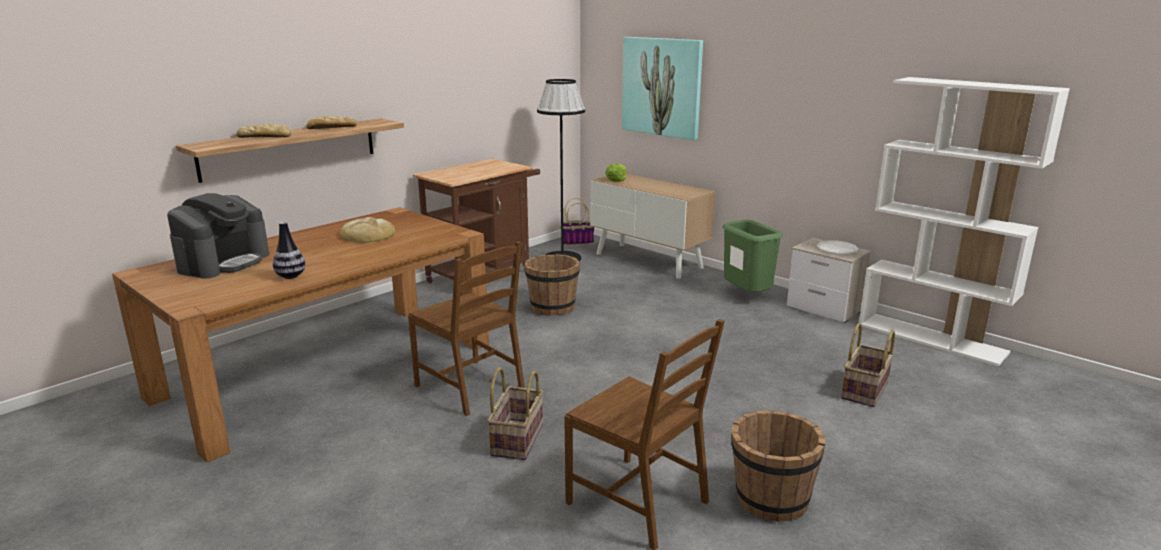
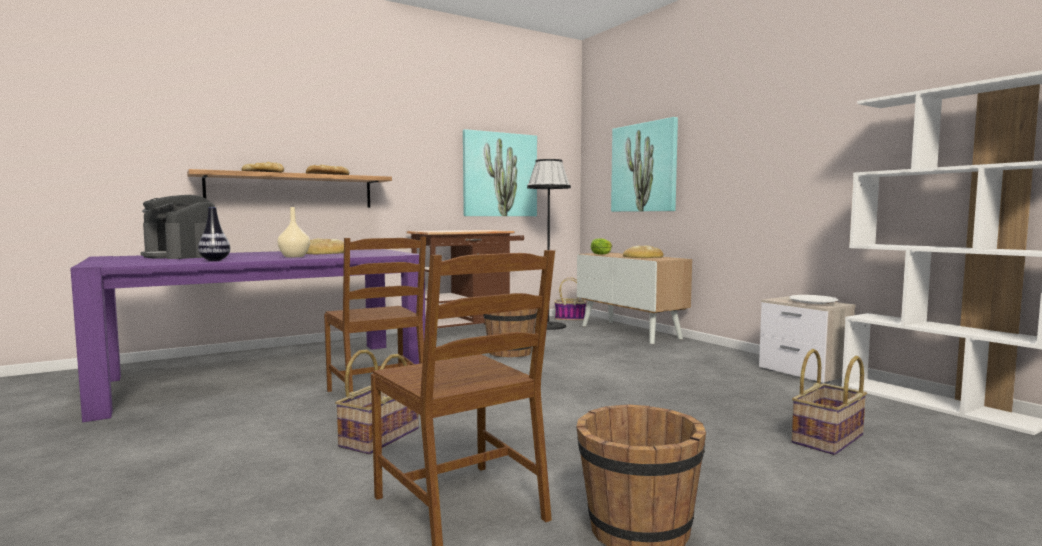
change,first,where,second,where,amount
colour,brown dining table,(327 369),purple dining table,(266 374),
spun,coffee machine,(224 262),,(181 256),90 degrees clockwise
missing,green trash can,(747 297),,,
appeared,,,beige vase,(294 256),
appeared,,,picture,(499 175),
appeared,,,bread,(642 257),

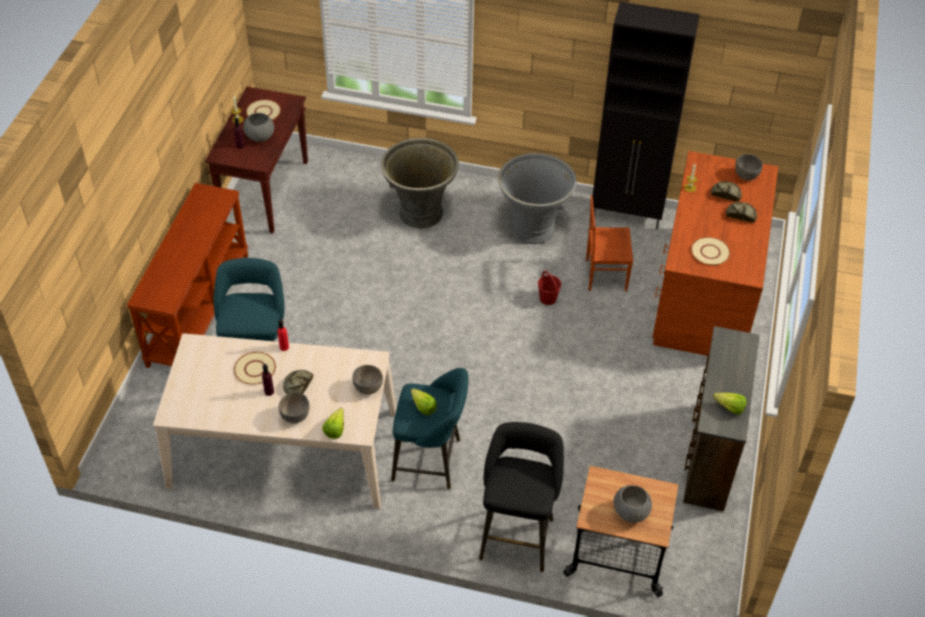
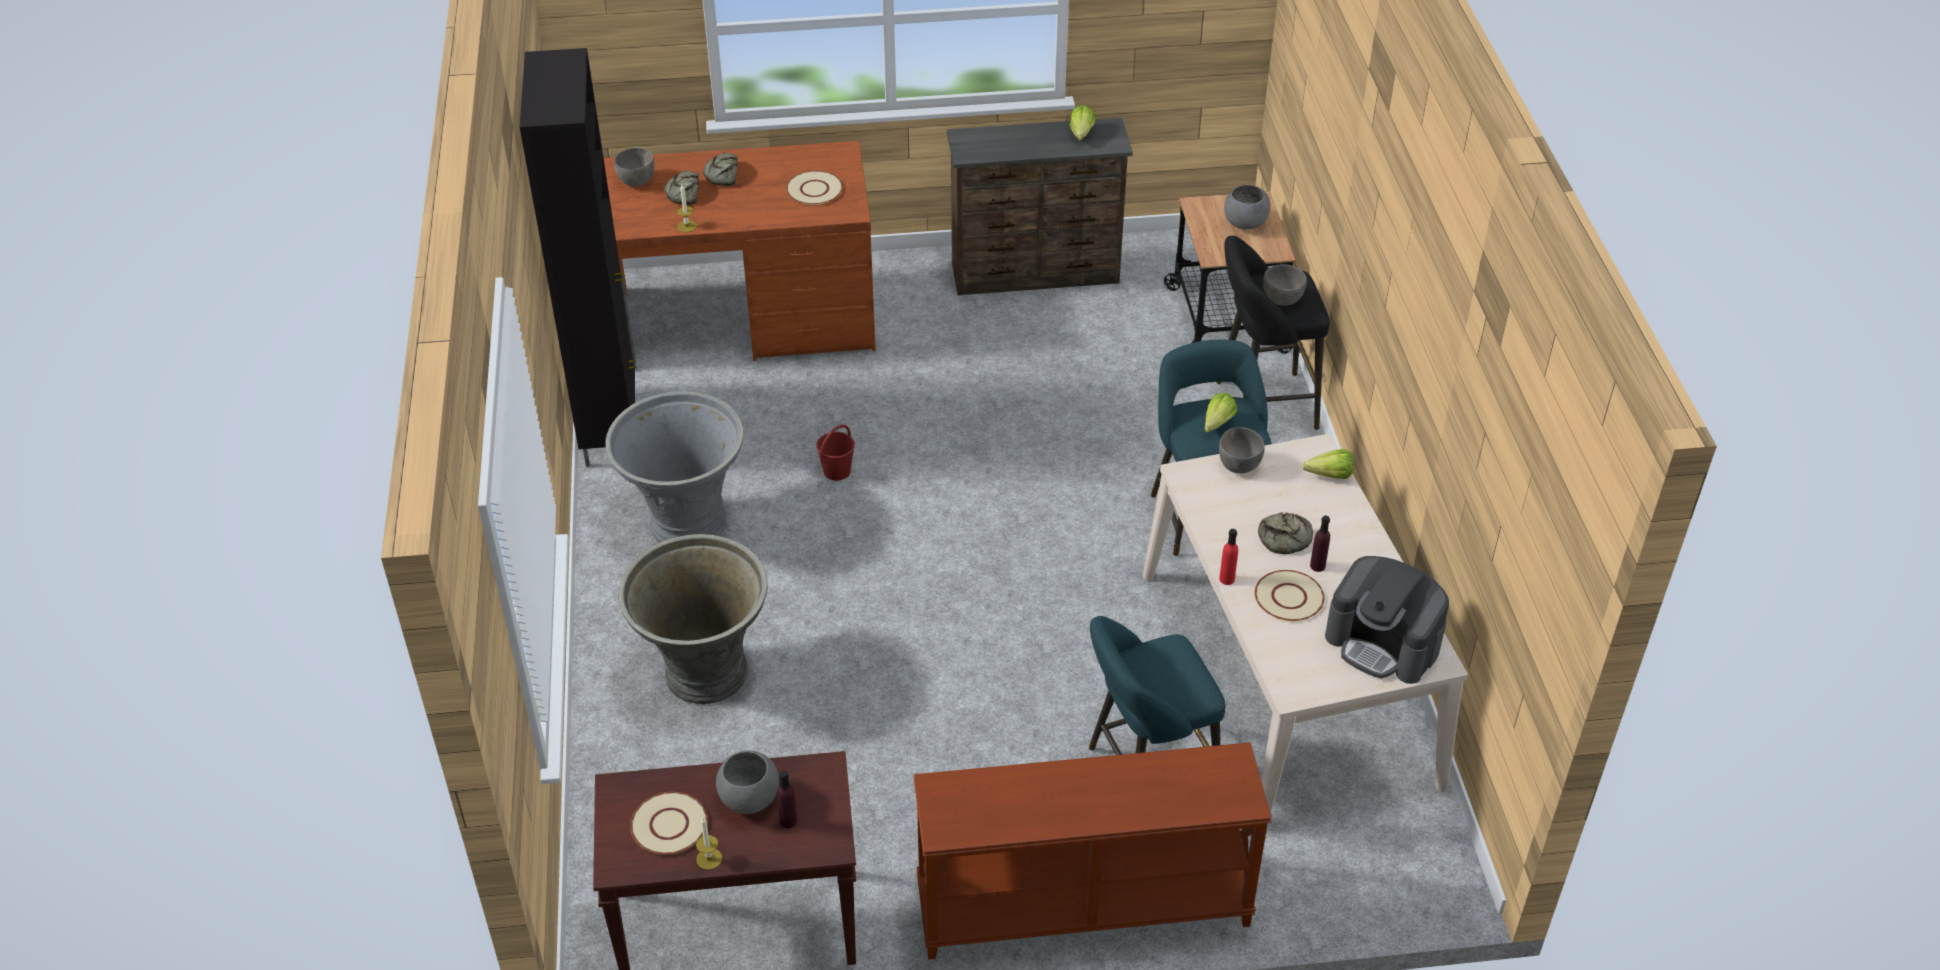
change,first,where,second,where,amount
relocated,grey bowl,(295 416),,(1282 299),
missing,brown chair,(605 274),,,
appeared,,,coffee machine,(1383 643),

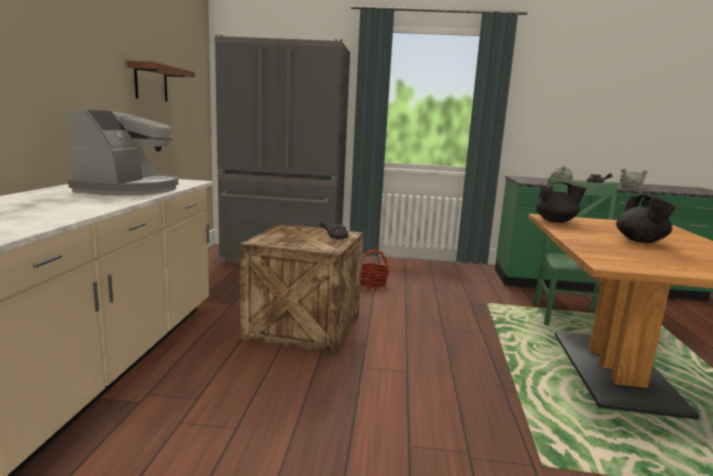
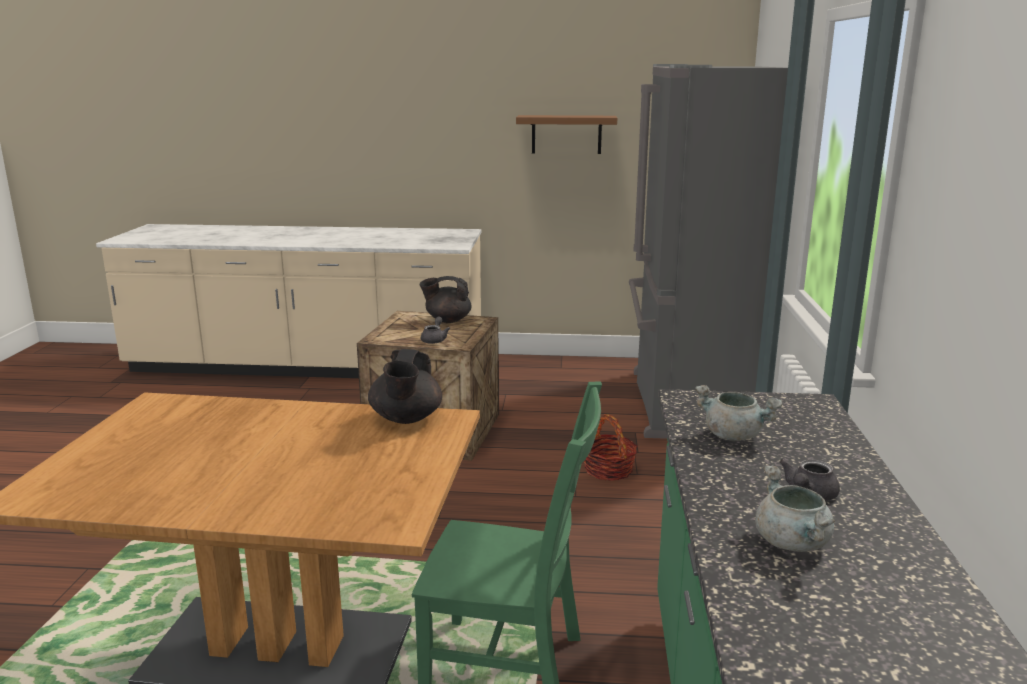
change,first,where,second,where,amount
missing,coffee machine,(129 189),,,
relocated,black teapot,(641 241),,(447 320),

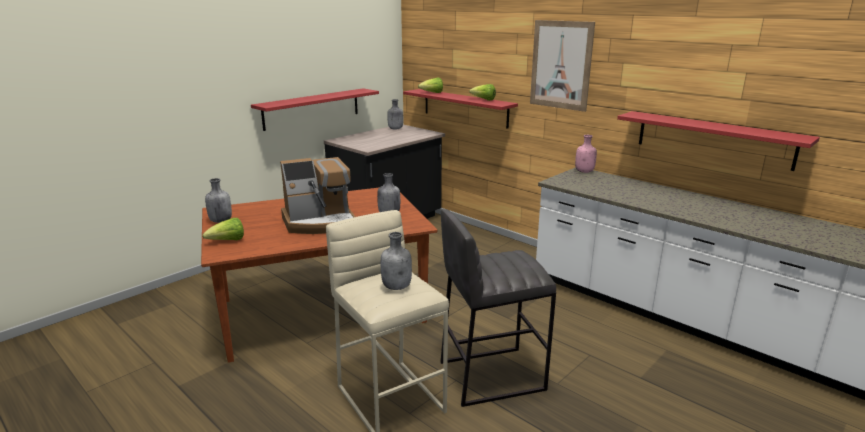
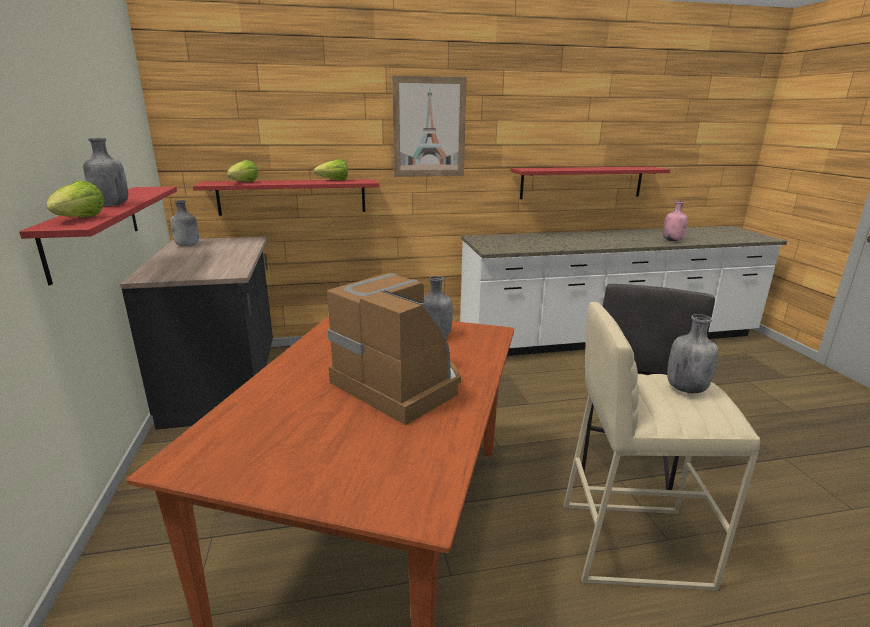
change,first,where,second,where,amount
relocated,lettuce,(228 241),,(79 219),
relocated,grey bottle,(220 221),,(111 205),
spun,coffee machine,(320 222),,(400 383),60 degrees counterclockwise
relocated,pink bottle,(584 172),,(672 240),

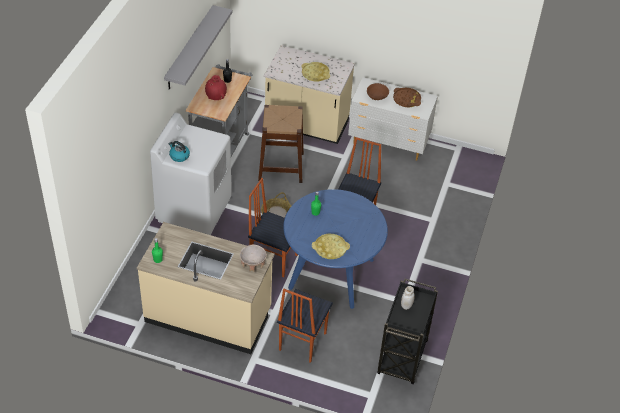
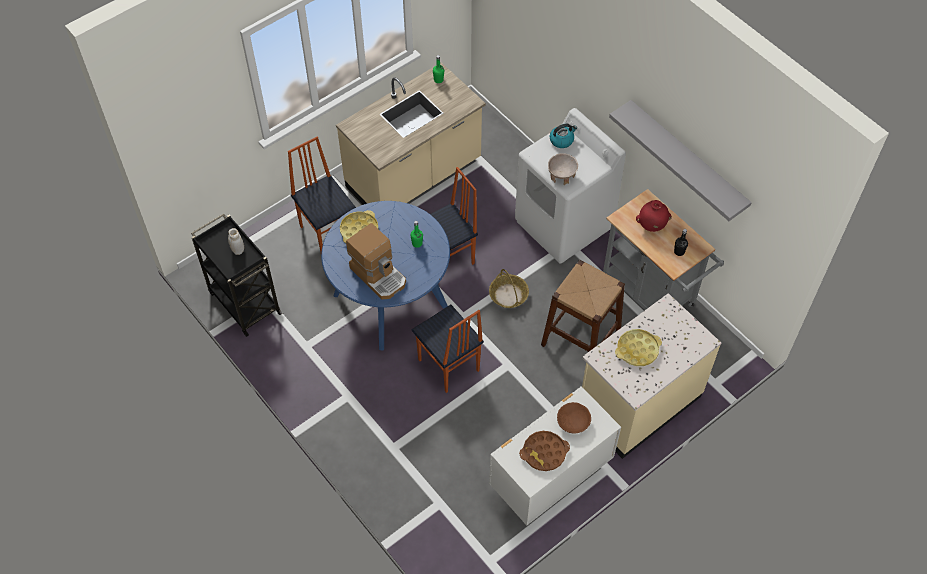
change,first,where,second,where,amount
relocated,beige bowl,(253 264),,(561 176),
appeared,,,coffee machine,(379 275),

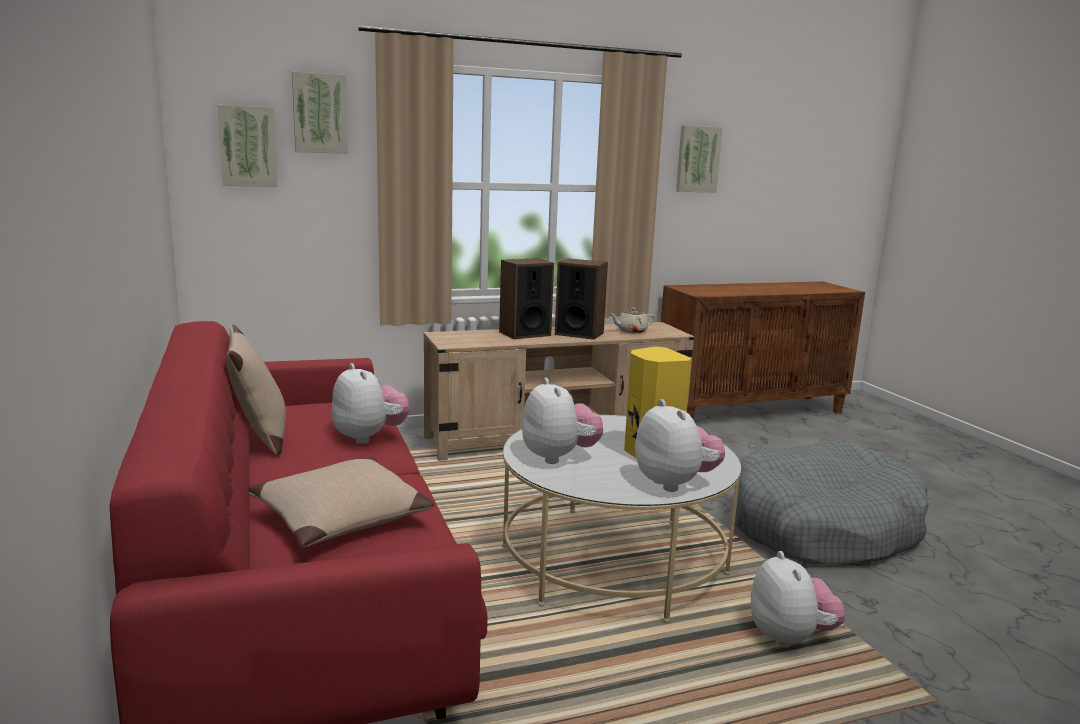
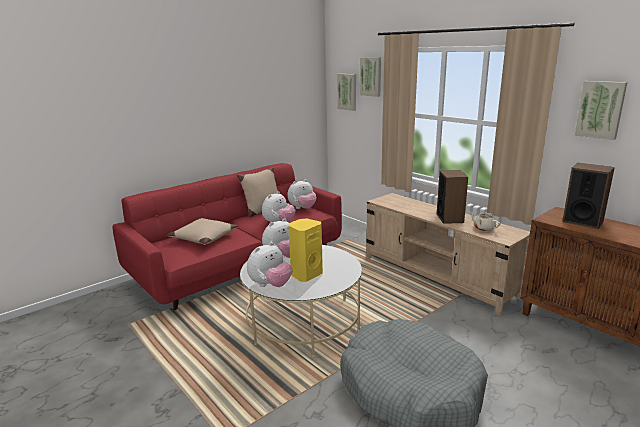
change,first,where,second,where,amount
relocated,speaker,(524 333),,(582 221),
relocated,plush toy,(790 637),,(302 208),

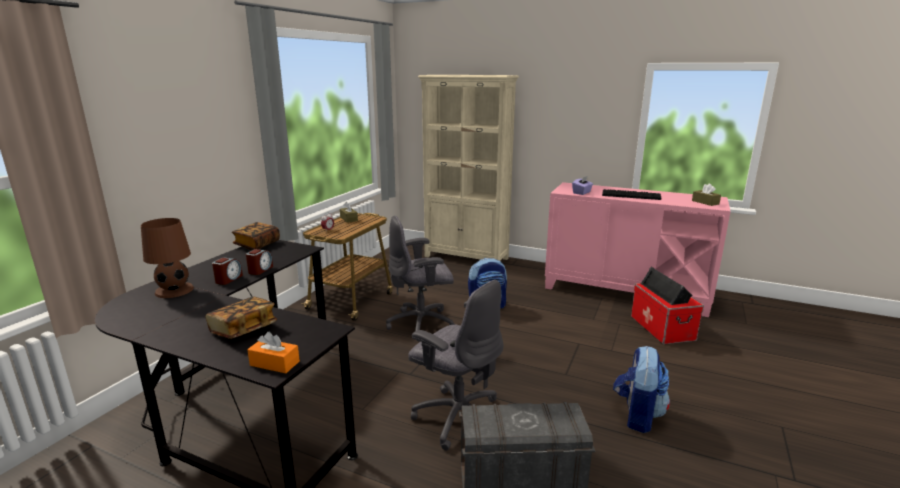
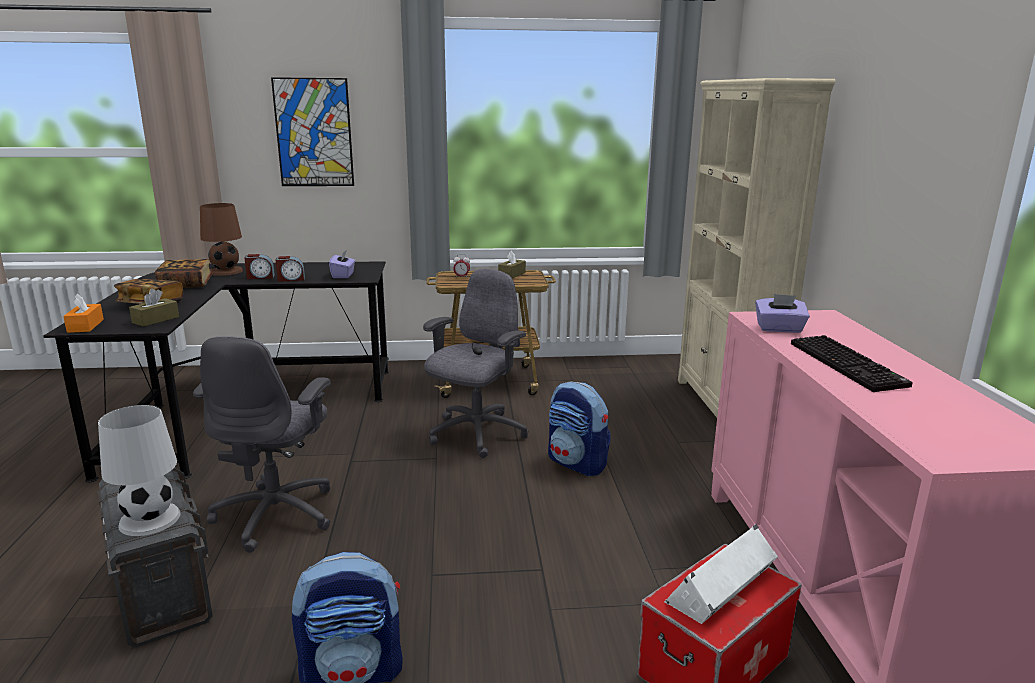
change,first,where,second,where,amount
relocated,book,(257 244),,(186 284),
spun,grey office chair,(422 324),,(476 434),75 degrees clockwise
colour,black speaker,(665 292),white speaker,(723 587),
relocated,brown tissue box,(705 202),,(155 320),
appeared,,,white table lamp,(150 519),
appeared,,,picture,(314 133),
appeared,,,purple tissue box,(343 275),

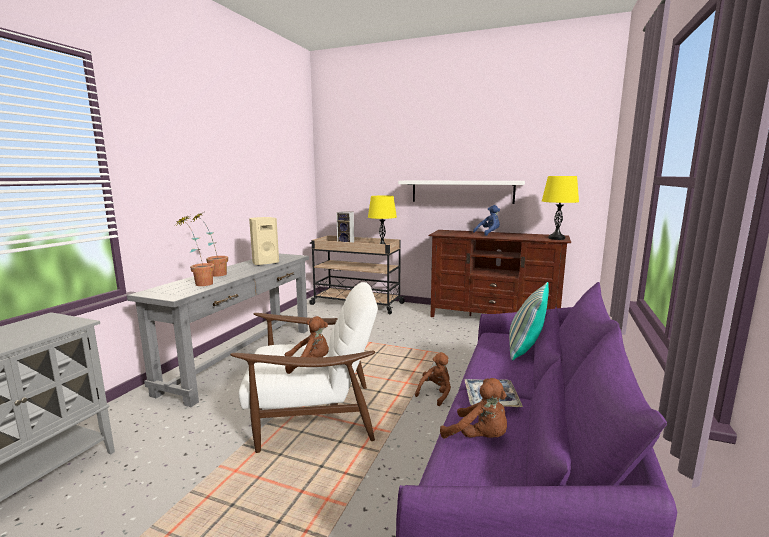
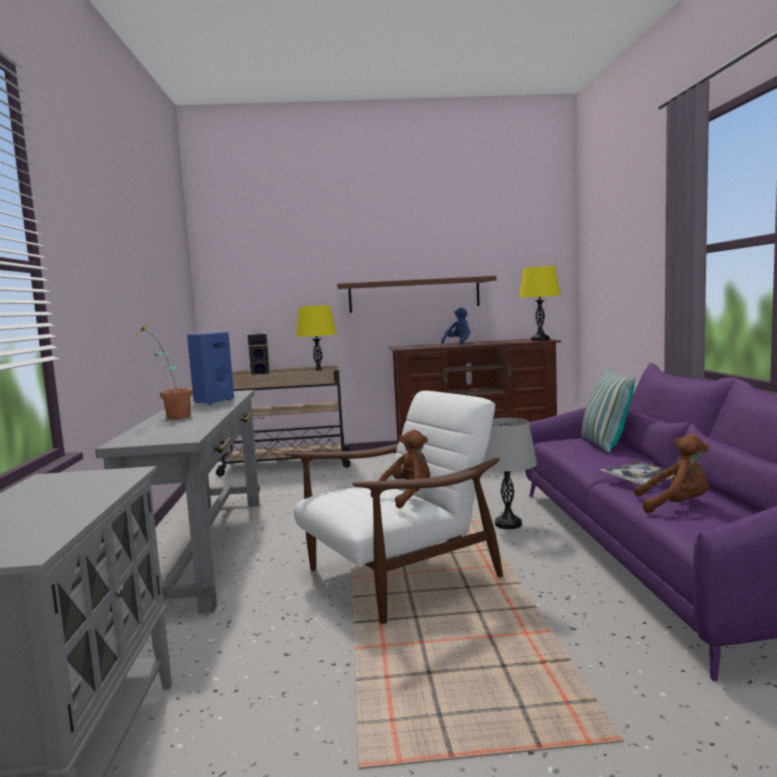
change,first,where,second,where,amount
missing,potted plant,(199 283),,,
colour,beige speaker,(265 263),blue speaker,(212 401),
colour,white shelf,(462 191),brown shelf,(414 295),
exchanged,brown plush toy,(435 393),grey table lamp,(508 524),

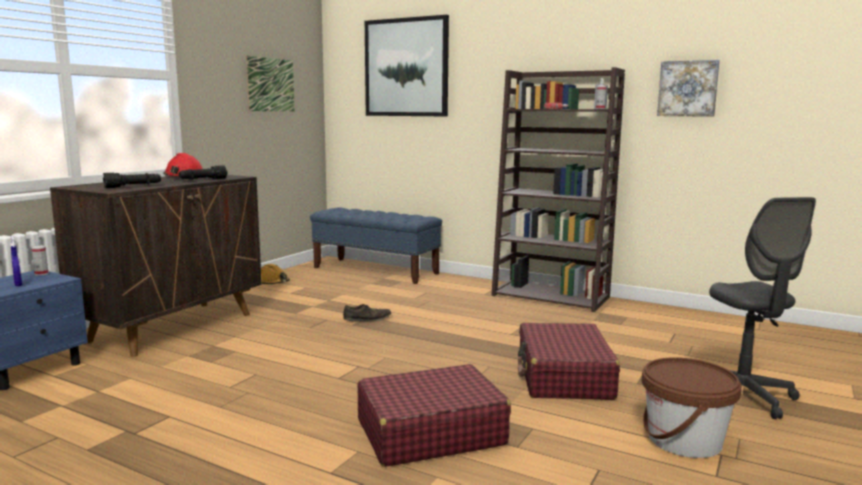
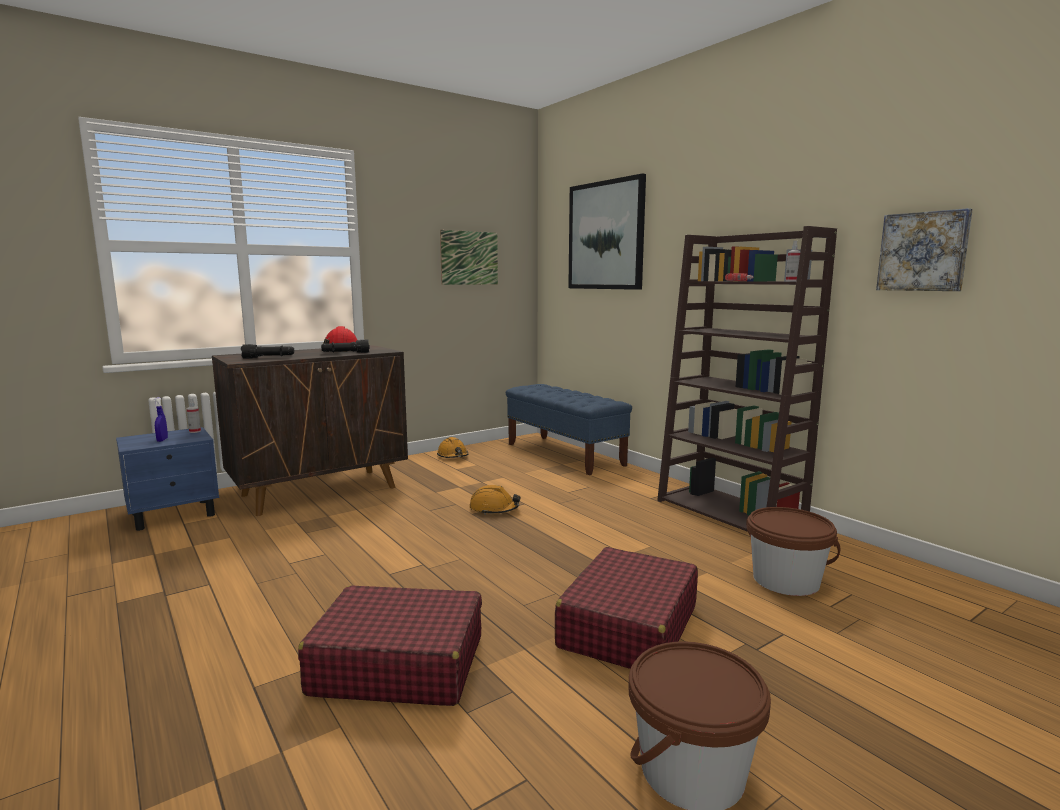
change,first,where,second,where,amount
exchanged,brown shoe,(367 319),orange hard hat,(494 509),
missing,grey office chair,(743 396),,,
appeared,,,brown bucket,(786 580),

